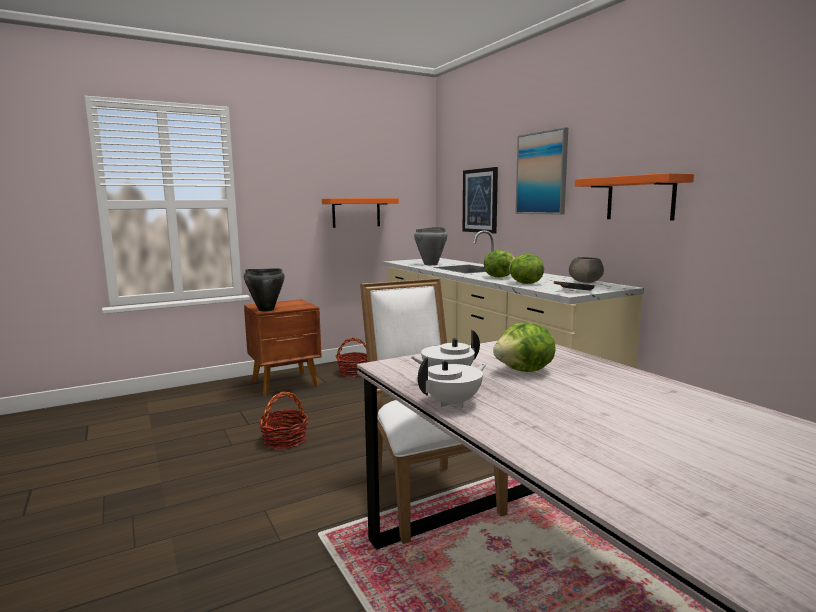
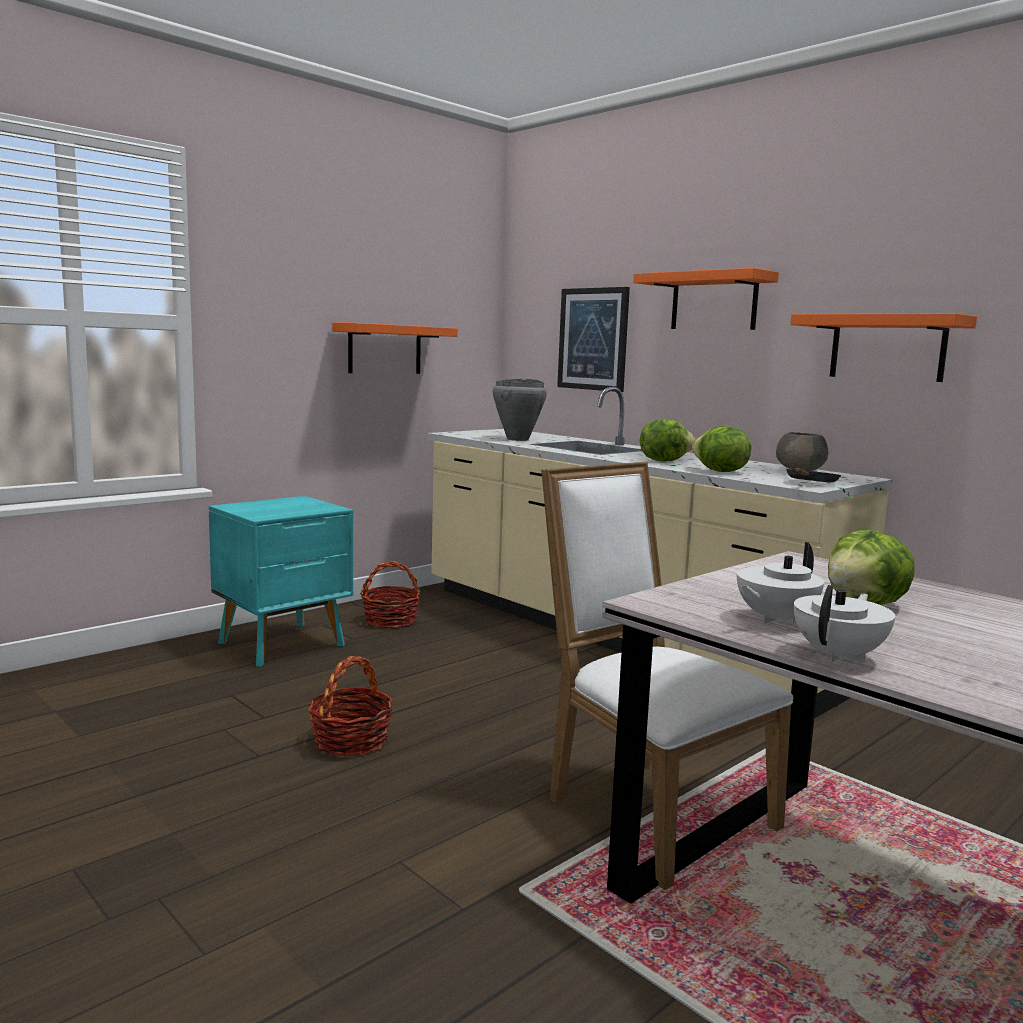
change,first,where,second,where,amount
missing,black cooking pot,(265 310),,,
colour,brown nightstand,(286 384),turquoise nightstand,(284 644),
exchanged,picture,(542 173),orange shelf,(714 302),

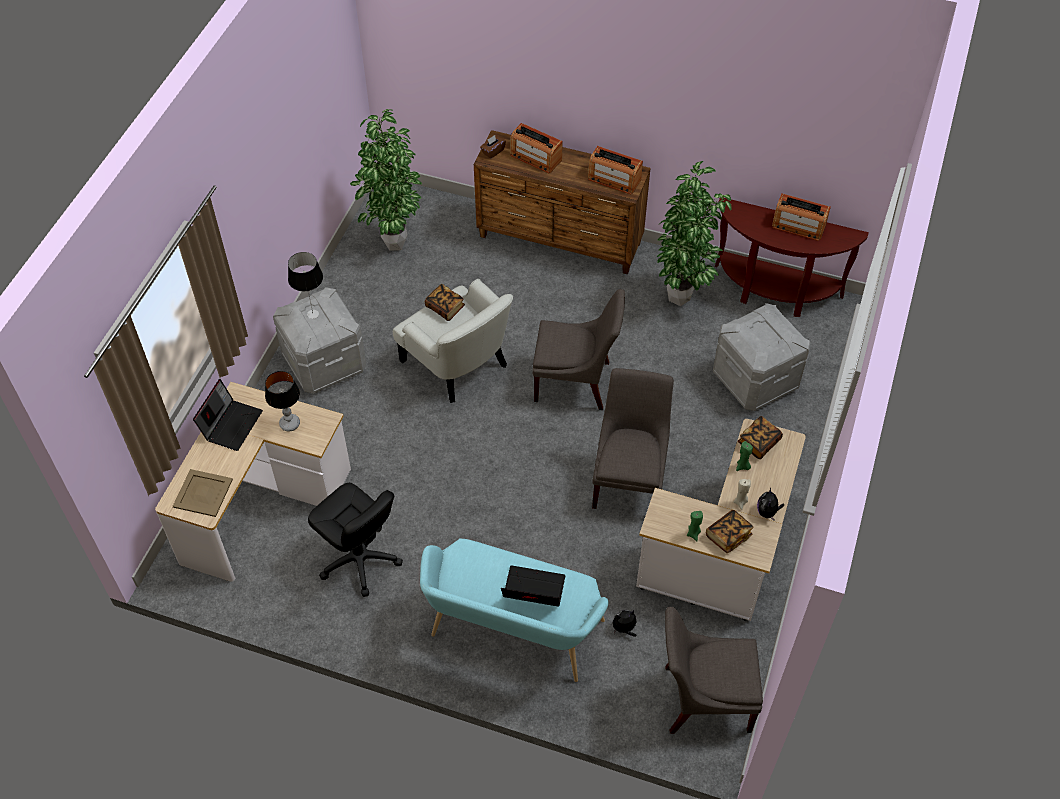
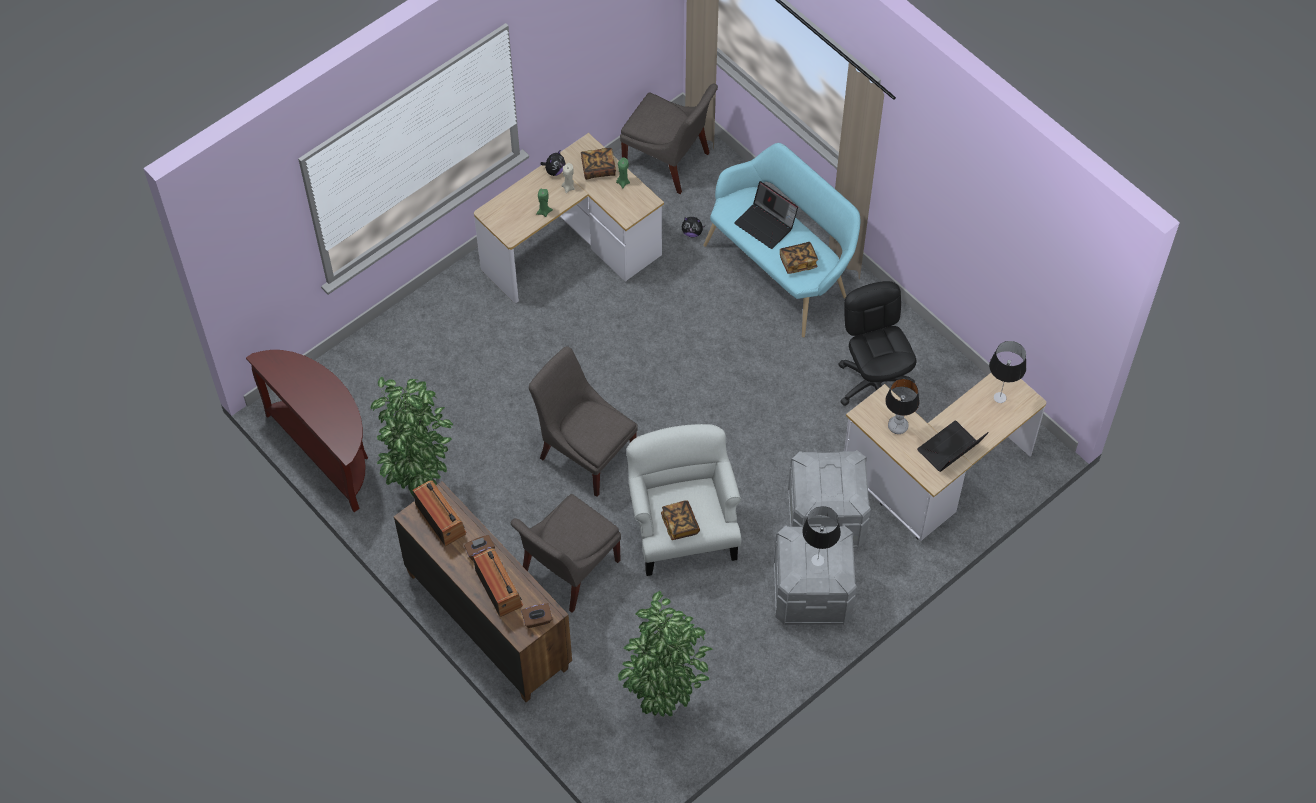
change,first,where,second,where,amount
exchanged,beige tray,(203 493),table lamp,(1000 397),
relocated,grey chair,(630 479),,(567 570),
relocated,grey storage box,(754 379),,(826 519),
relocated,book,(758 443),,(798 262),
missing,radio,(798 226),,,
appeared,,,brown tissue box,(480 551),

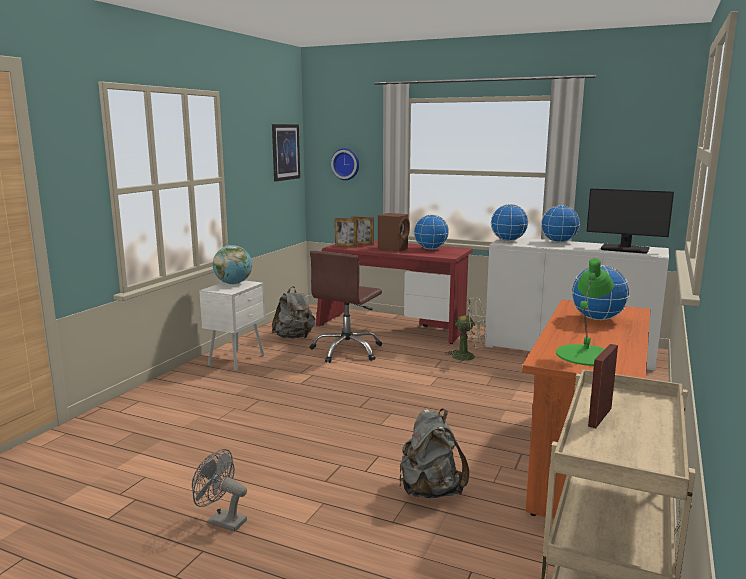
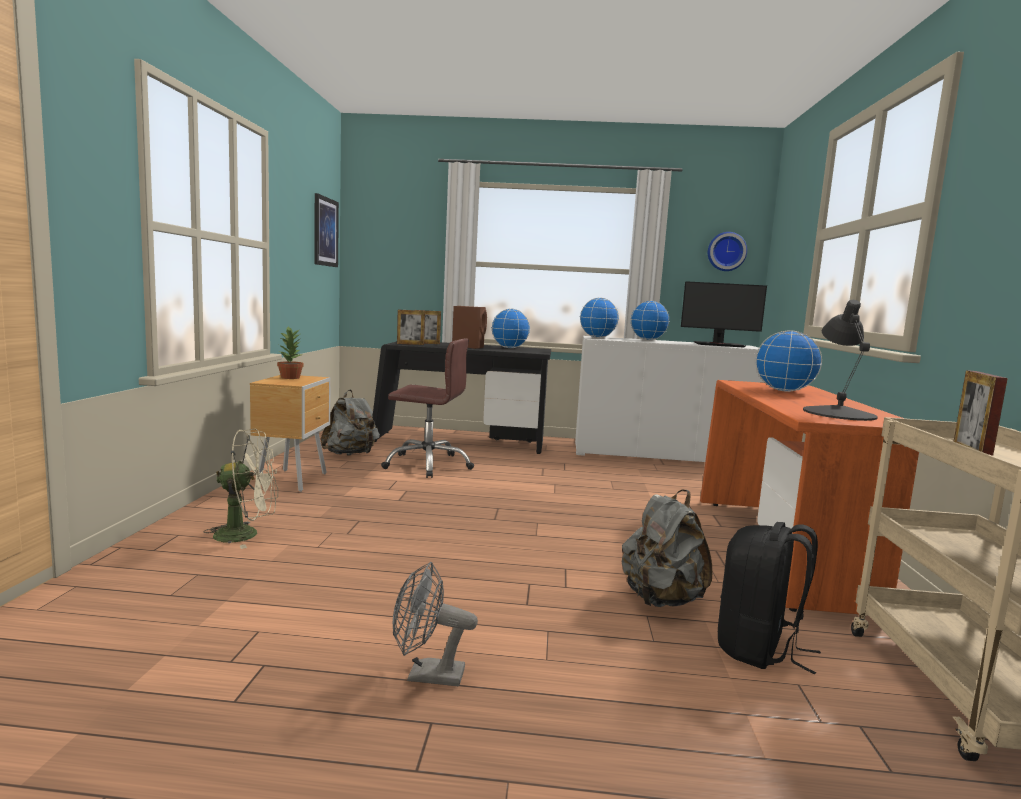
change,first,where,second,where,amount
colour,white nightstand,(238 360),brown nightstand,(294 480),
exchanged,globe,(233 283),potted plant,(290 377),
spun,brown office chair,(347 351),,(428 465),90 degrees counterclockwise
colour,red desk,(392 328),black desk,(460 442),
relocated,wall clock,(346 164),,(726 251),
relocated,beige fan,(469 357),,(246 534),
colour,green table lamp,(586 355),black table lamp,(839 413),
appeared,,,black backpack,(759 649),

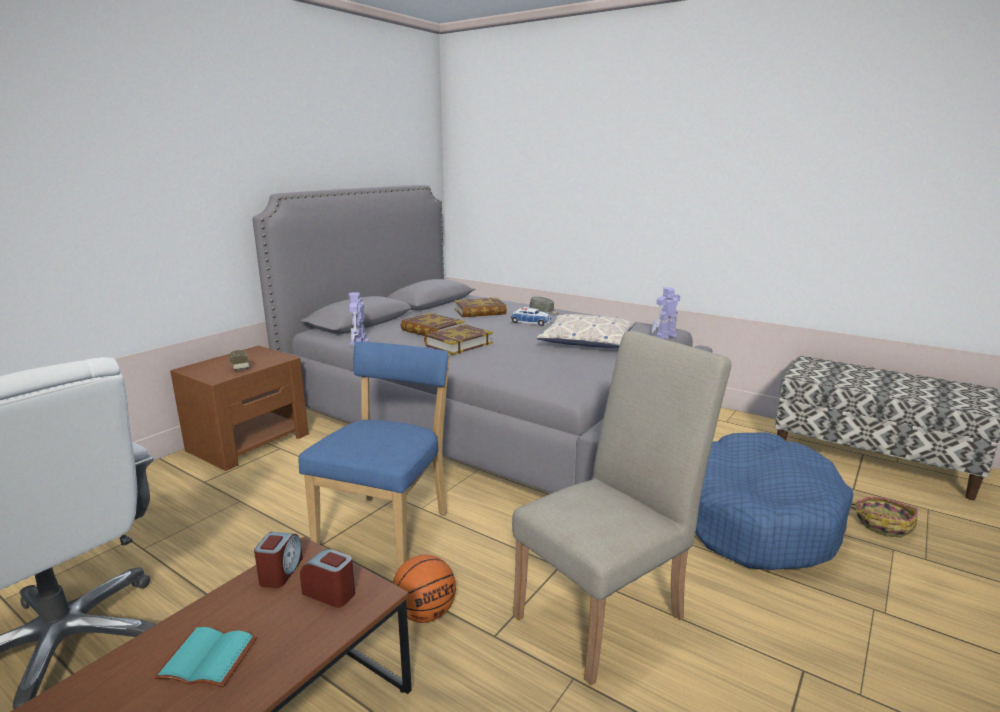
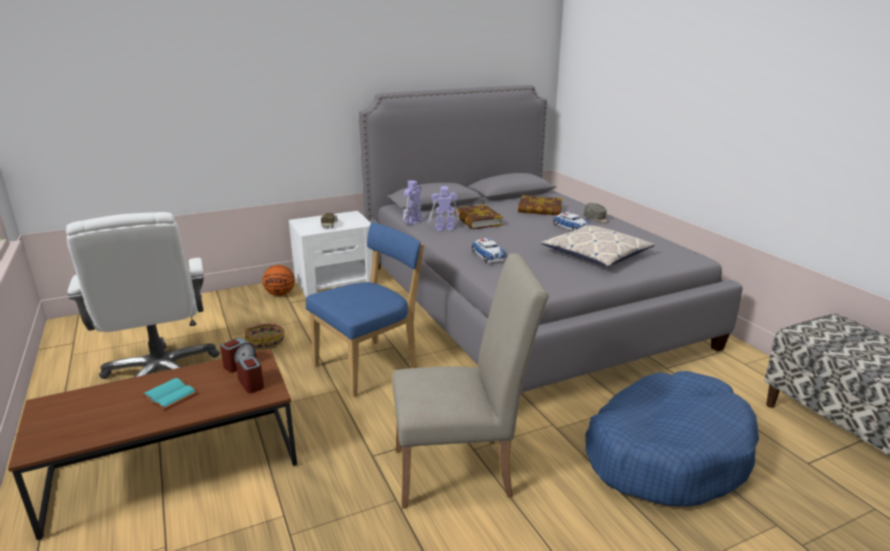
change,first,where,second,where,amount
colour,brown nightstand,(249 442),white nightstand,(336 282),
relocated,basketball,(425 614),,(280 294),
missing,book,(458 344),,,
relocated,toy robot,(665 336),,(444 228),
relocated,basket,(883 524),,(266 342),
appeared,,,toy car,(488 255),

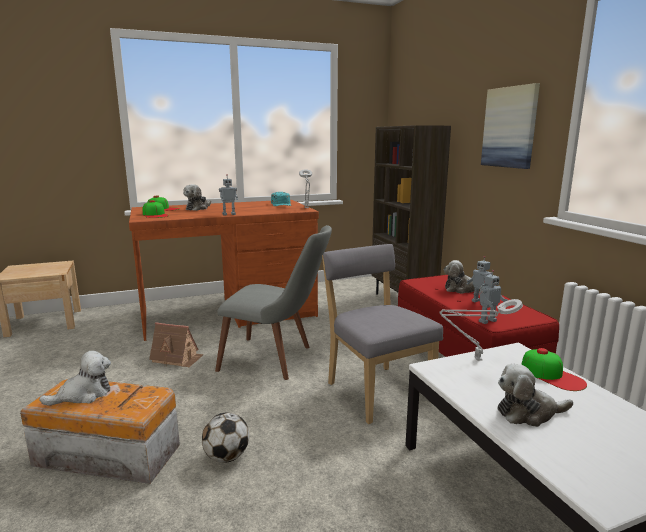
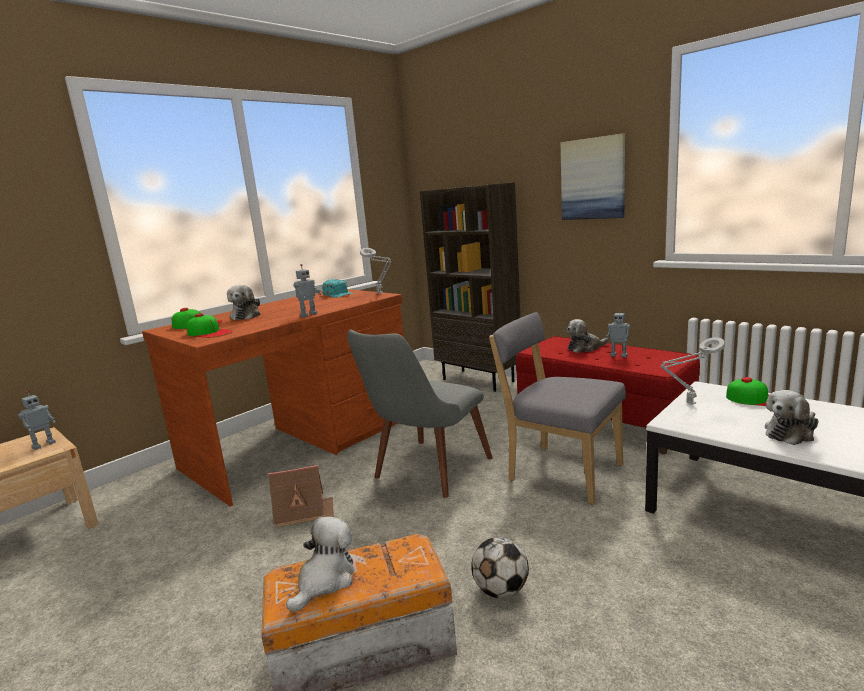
change,first,where,second,where,amount
spun,grey chair,(277 359),,(425 474),135 degrees clockwise
relocated,toy robot,(486 321),,(43 445),

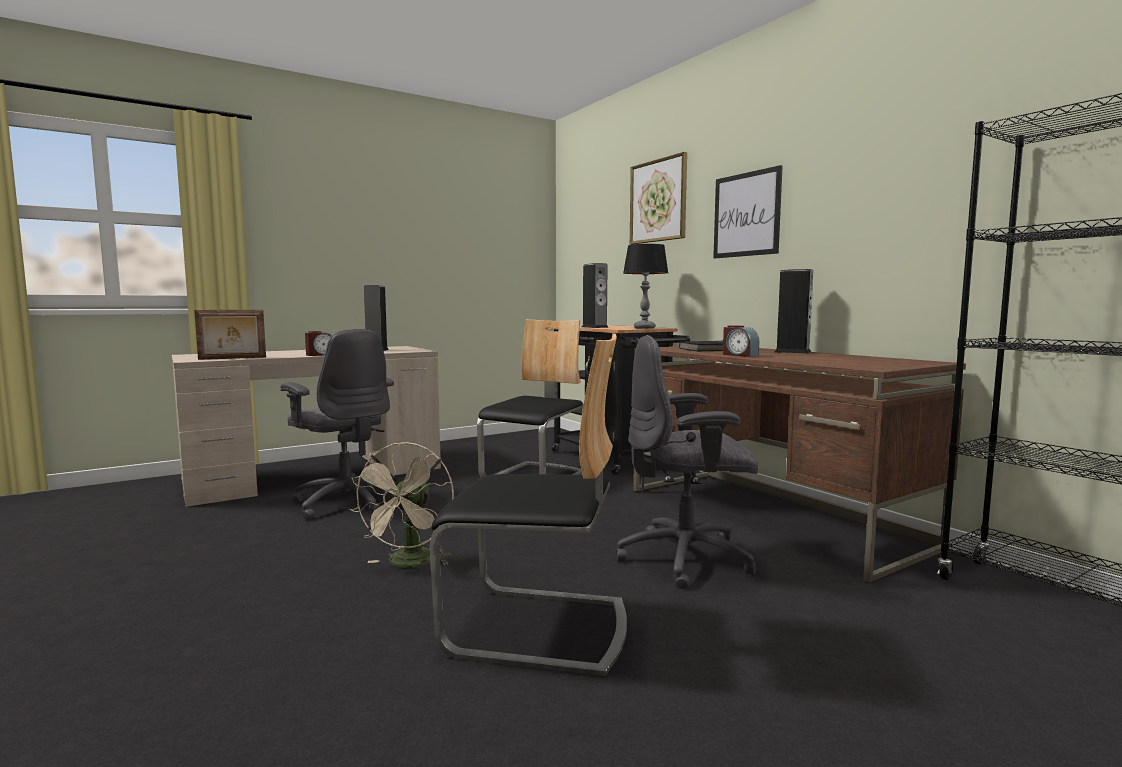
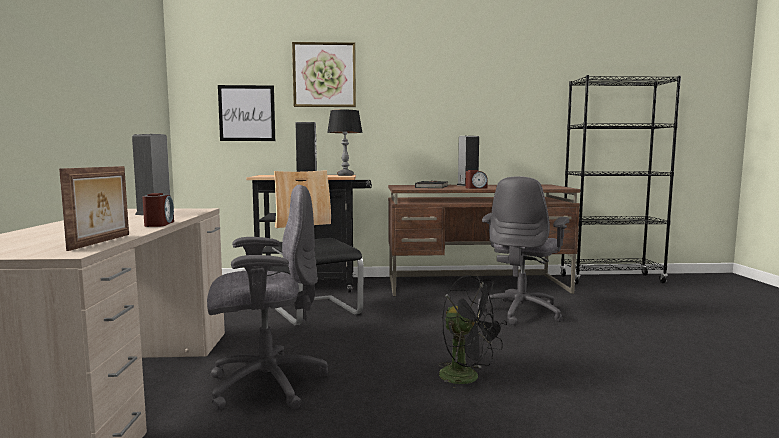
change,first,where,second,where,amount
colour,beige fan,(409 564),black fan,(467 378),
missing,chair,(537 627),,,
relocated,picture,(746 214),,(247 113),

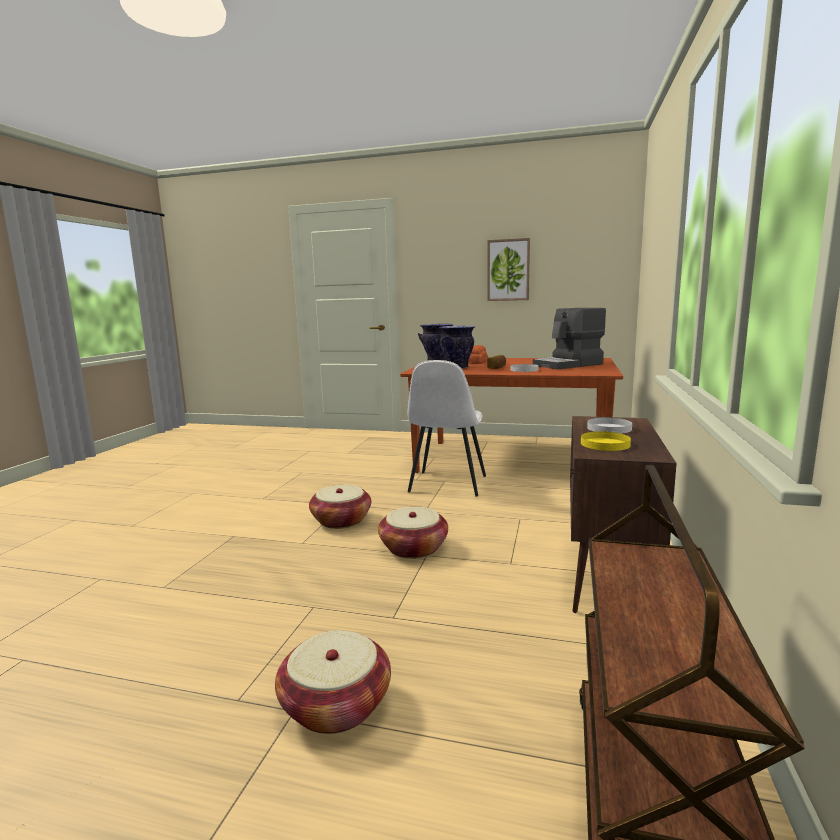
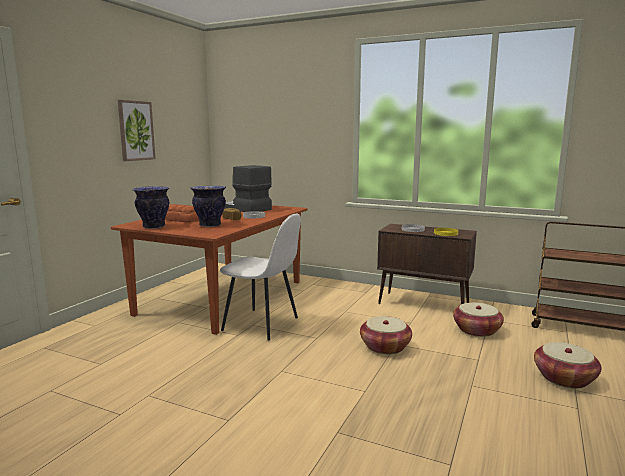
change,first,where,second,where,amount
relocated,basket,(341 521),,(477 330),
spun,coffee machine,(569 365),,(245 209),150 degrees clockwise

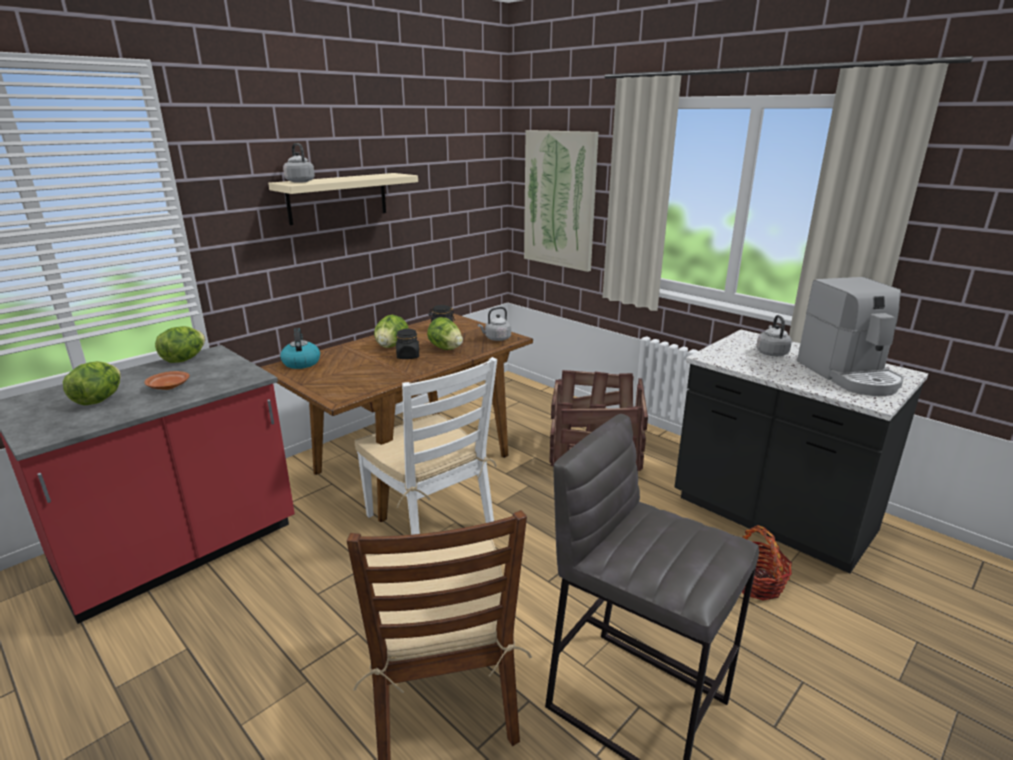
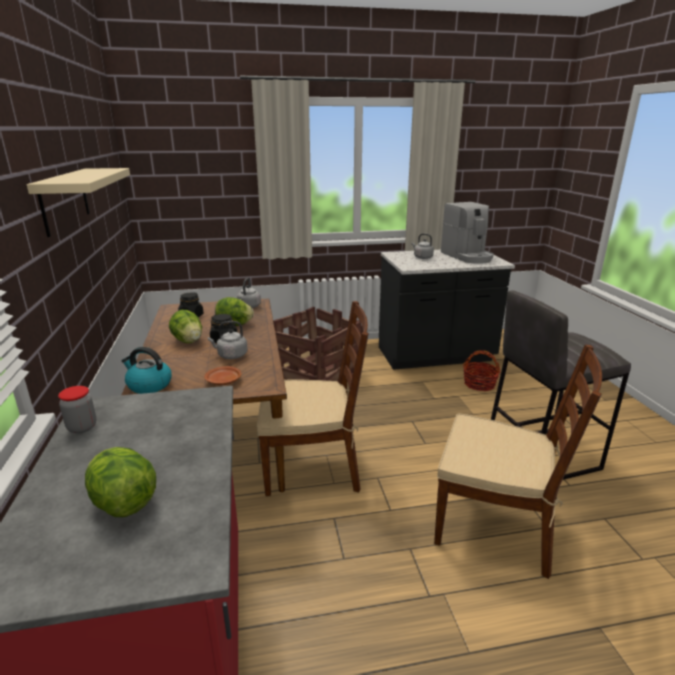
change,first,where,second,where,amount
relocated,brown plate,(168 386),,(223 381),
exchanged,lettuce,(184 359),jar,(82 427),
relocated,grey kettle,(299 181),,(231 355),
colour,white chair,(430 522),brown chair,(313 466),
missing,picture,(559 200),,,
spun,coffee machine,(849 375),,(467 256),45 degrees clockwise

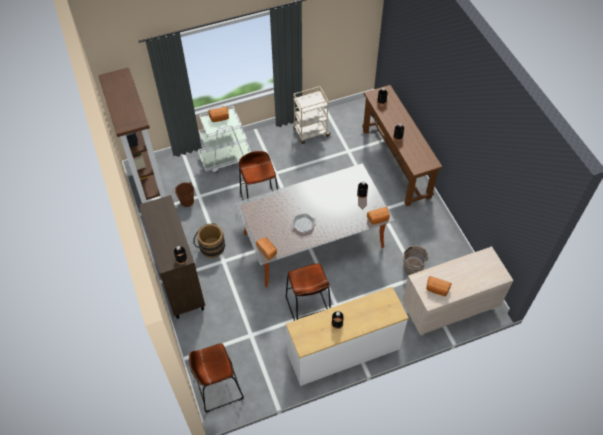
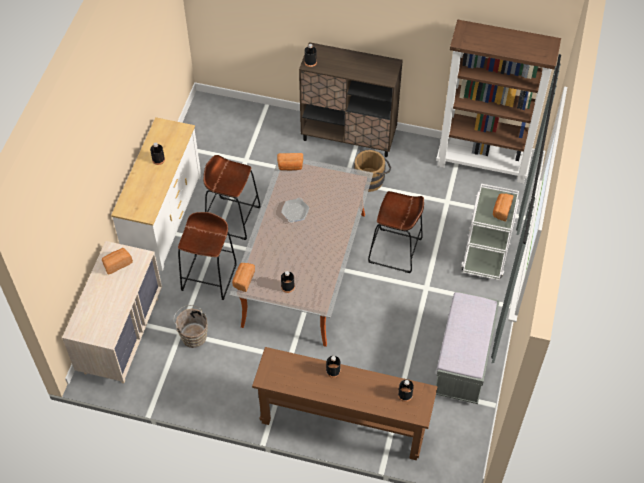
change,first,where,second,where,amount
missing,brown bucket,(186 201),,,
relocated,brown stool,(218 388),,(209 277),
exchanged,beige cart,(310 133),grey bench,(463 362),

